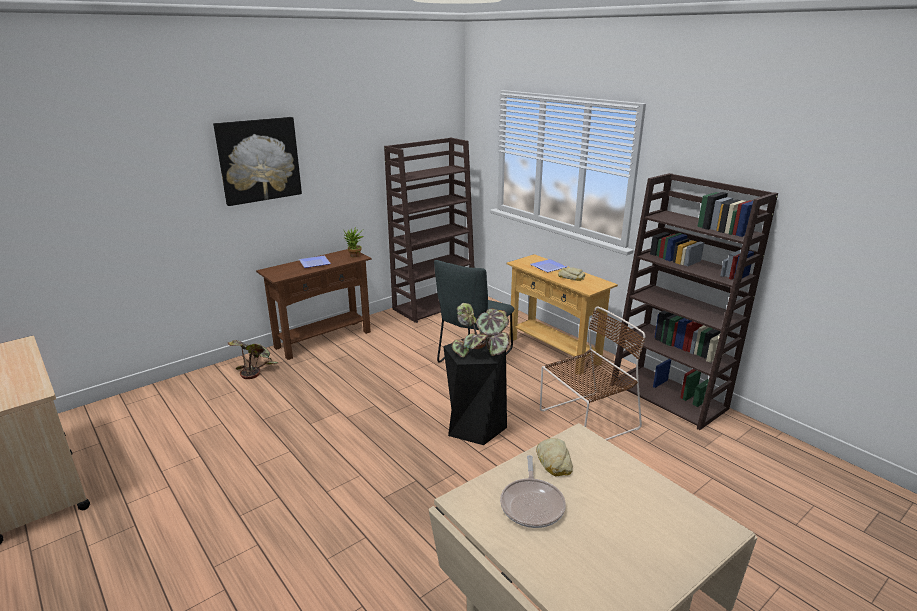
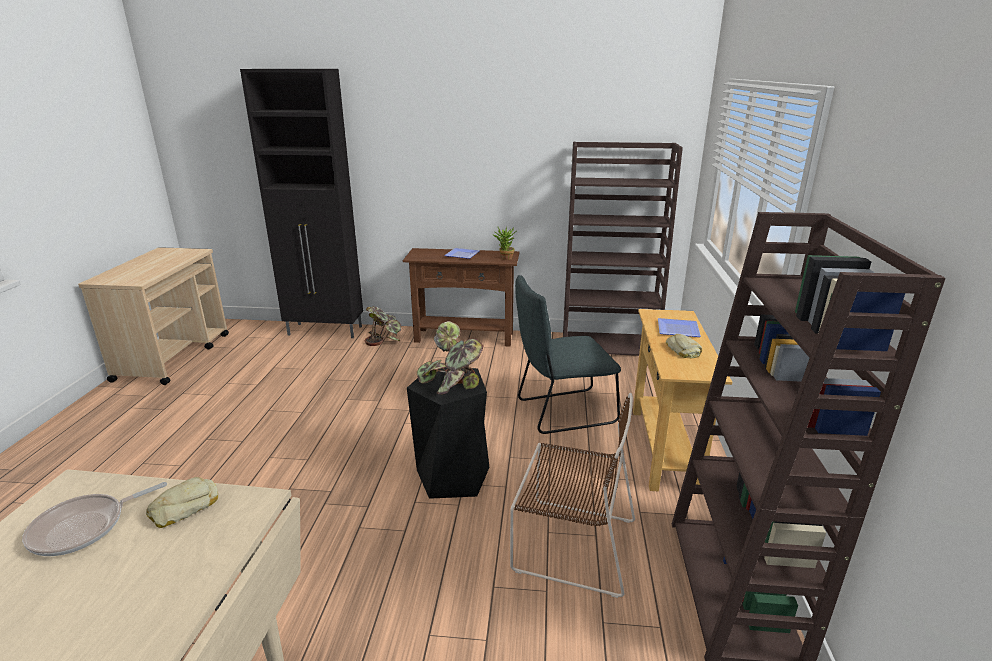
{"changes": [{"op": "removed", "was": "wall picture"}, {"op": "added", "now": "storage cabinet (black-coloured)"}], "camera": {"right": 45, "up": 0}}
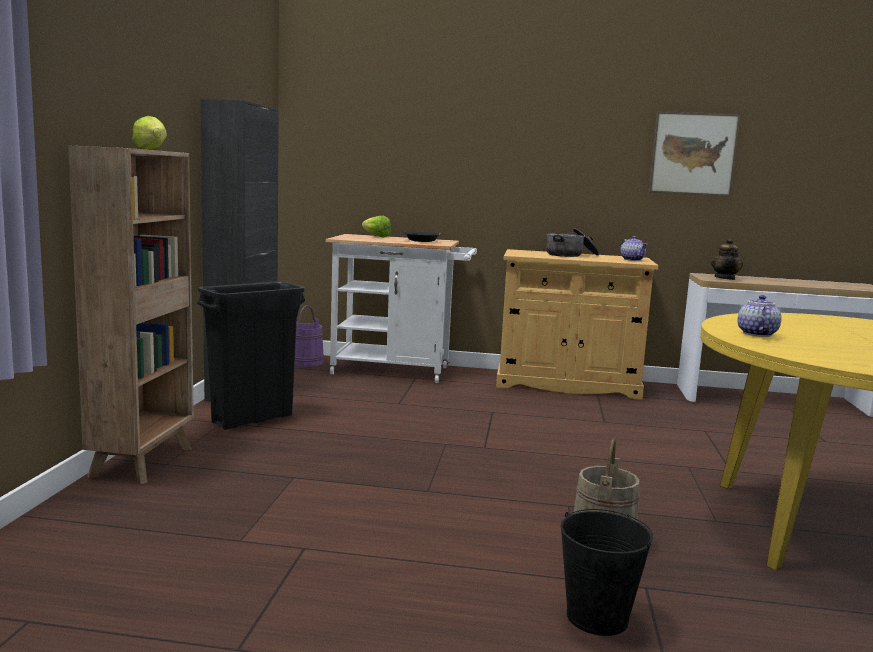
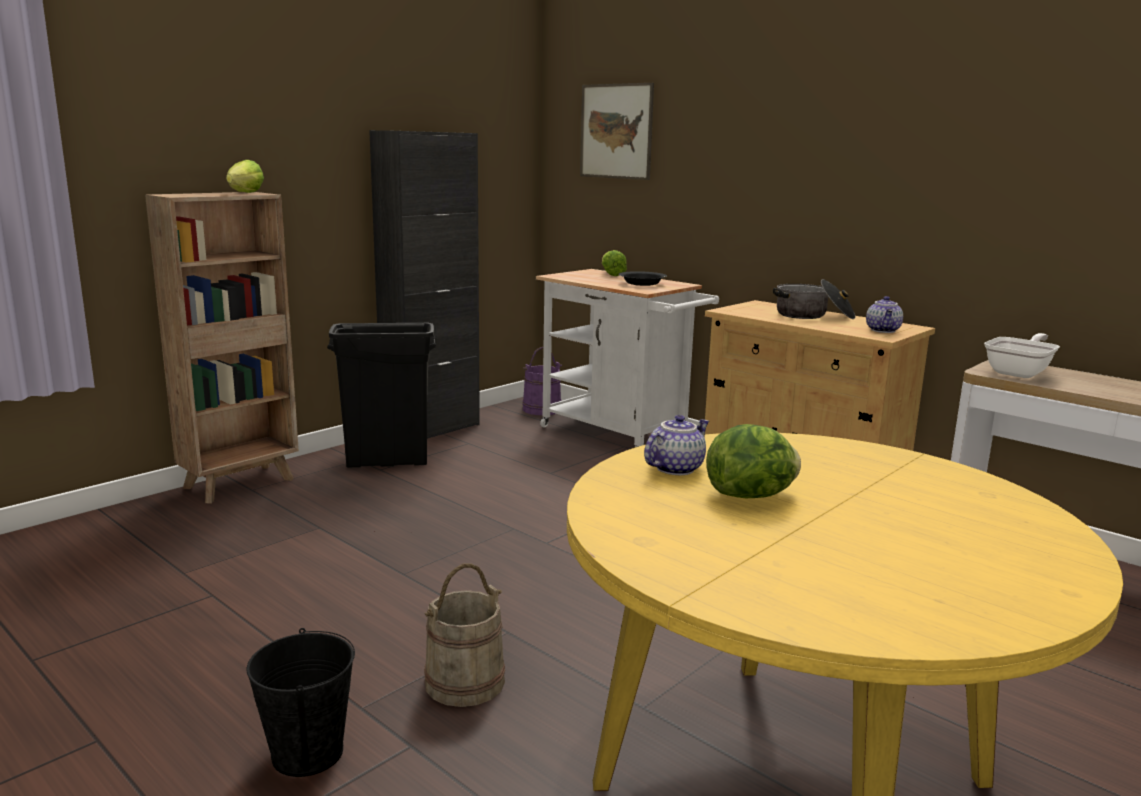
{"changes": [{"op": "moved", "was": "wall picture"}, {"op": "replaced", "was": "teapot (2nd from left)", "now": "skillet"}, {"op": "added", "now": "lettuce head (3rd from left)"}], "camera": {"right": 35, "up": 5}}
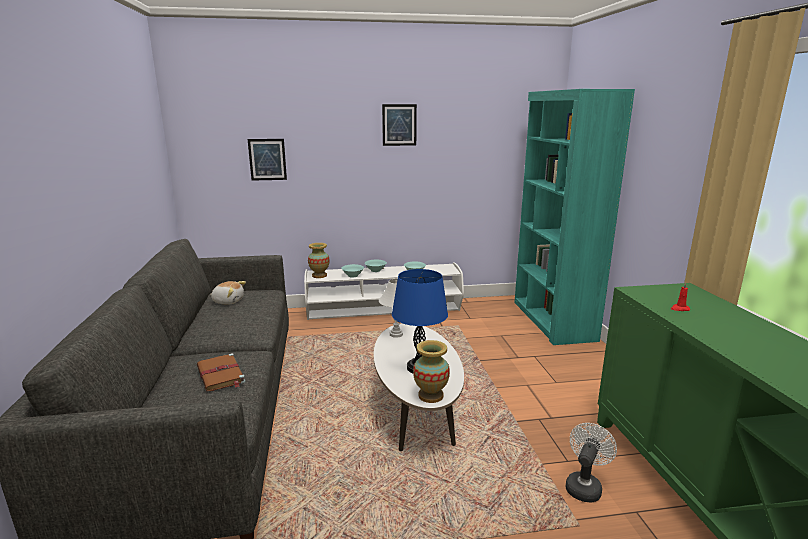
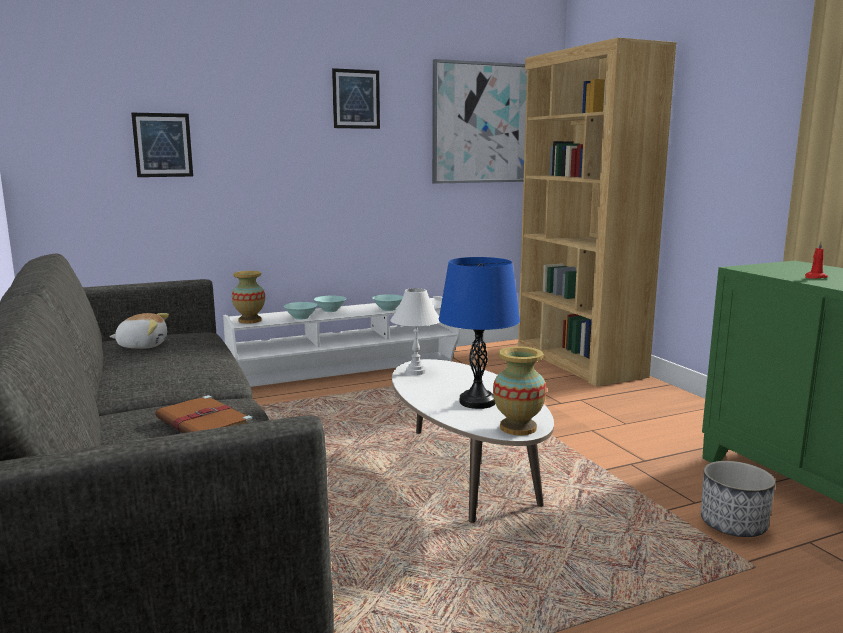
{"changes": [{"op": "recoloured", "was": "bookcase (turquoise-coloured)", "now": "bookcase (brown)"}, {"op": "replaced", "was": "electric fan (white)", "now": "planter"}, {"op": "added", "now": "wall picture (3rd from left)"}], "camera": {"right": -15, "up": -5}}
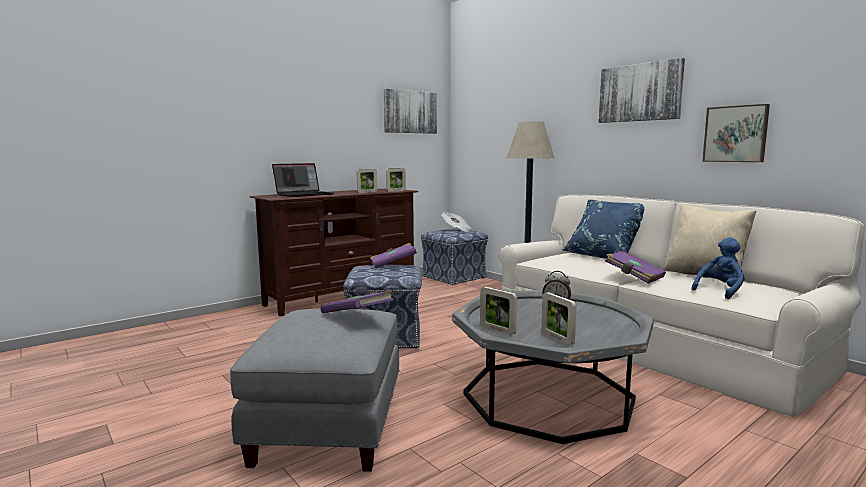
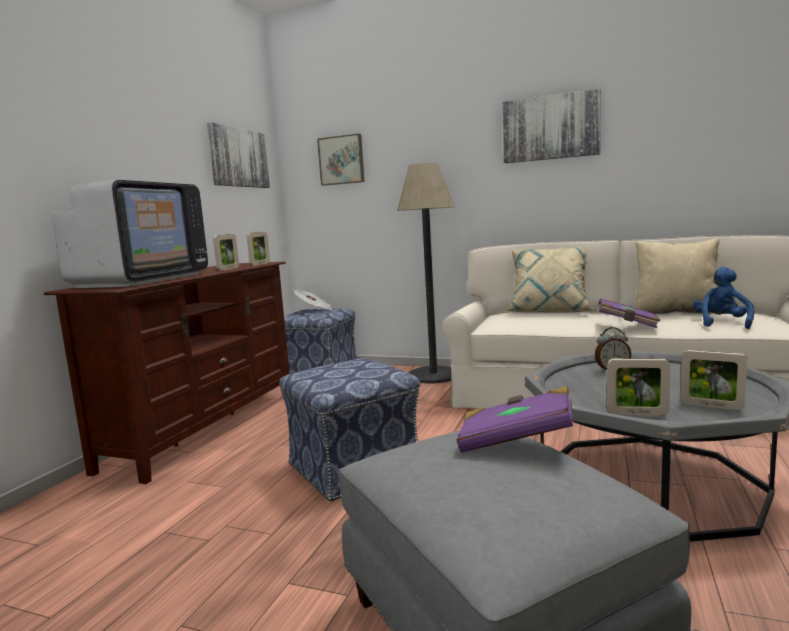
{"changes": [{"op": "replaced", "was": "notebook computer", "now": "TV set"}, {"op": "removed", "was": "bound book (purplish) (2nd from left)"}, {"op": "recoloured", "was": "cushion (blue-coloured)", "now": "cushion (beige-coloured) (1st from left)"}, {"op": "moved", "was": "wall picture (3rd from left in the first image)", "now": "wall picture (2nd from left)"}], "camera": {"right": -30, "up": 0}}
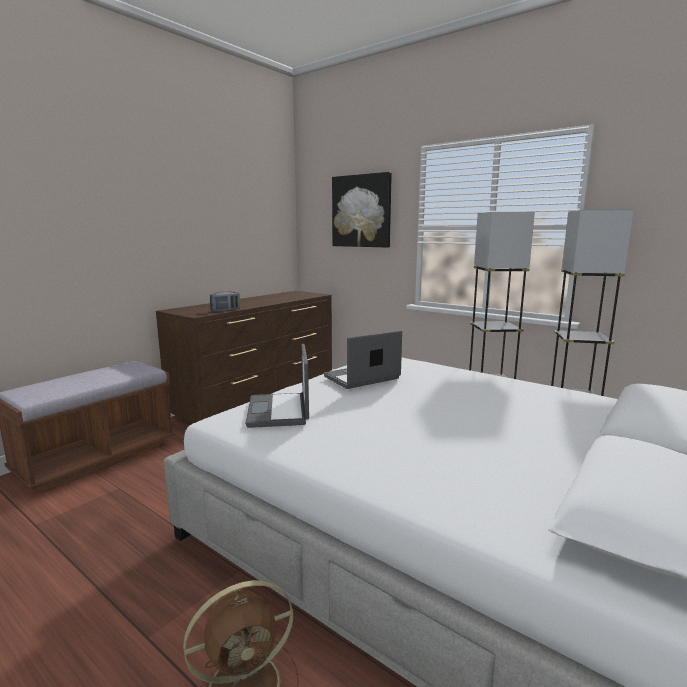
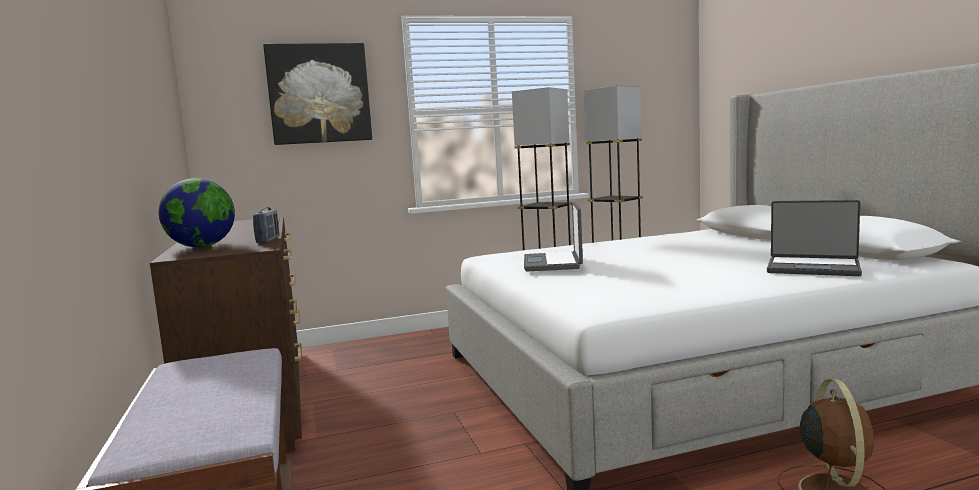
{"changes": [{"op": "moved", "was": "notebook computer (1st from left in the first image)", "now": "notebook computer (2nd from left)"}, {"op": "added", "now": "globe"}], "camera": {"right": -55, "up": -5}}
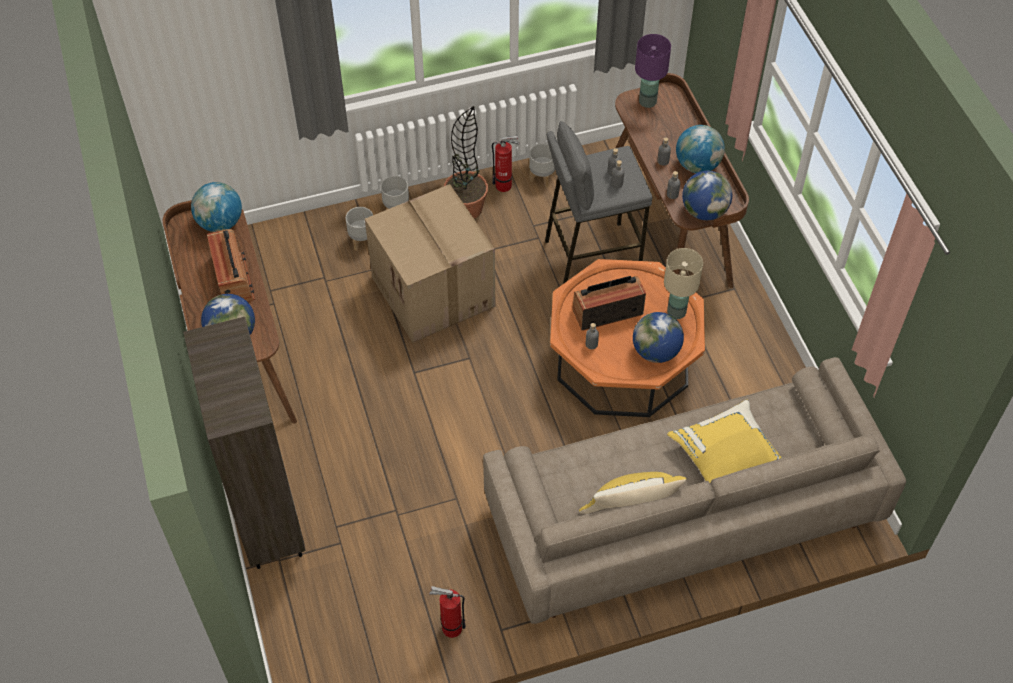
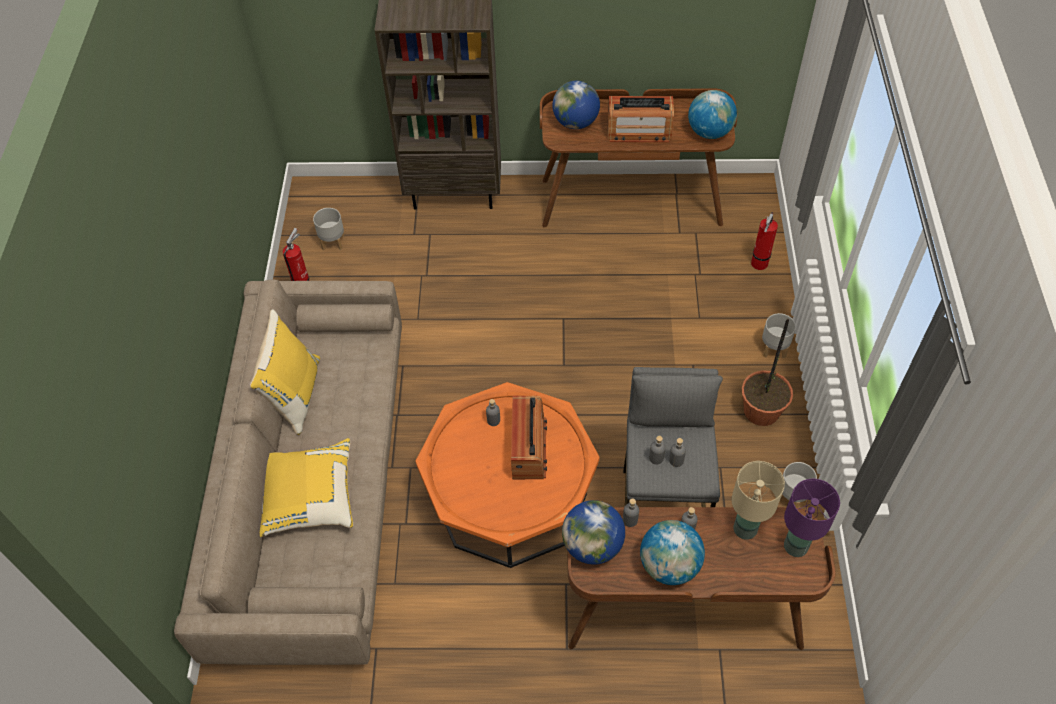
{"changes": [{"op": "moved", "was": "planter (grey) (1st from left)"}, {"op": "removed", "was": "carton"}, {"op": "moved", "was": "fire extinguisher (2nd from left)"}, {"op": "removed", "was": "globe (3rd from left)"}, {"op": "moved", "was": "table lamp (beige-coloured)"}], "camera": {"right": 110, "up": 0}}
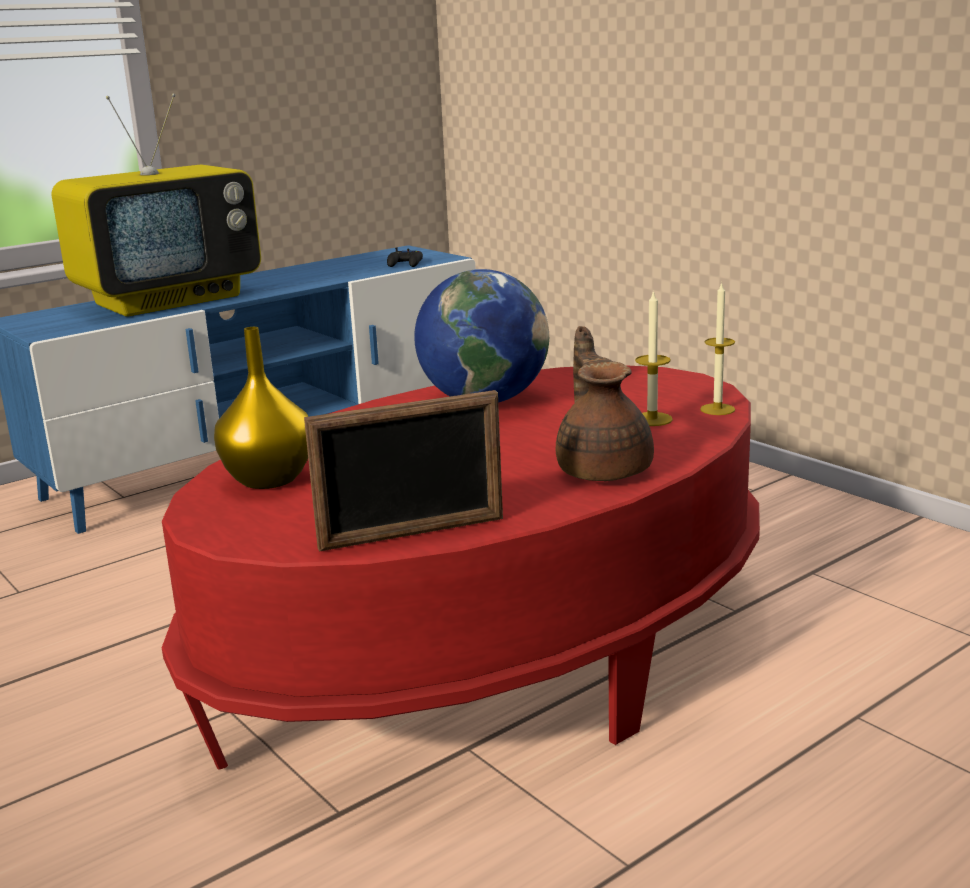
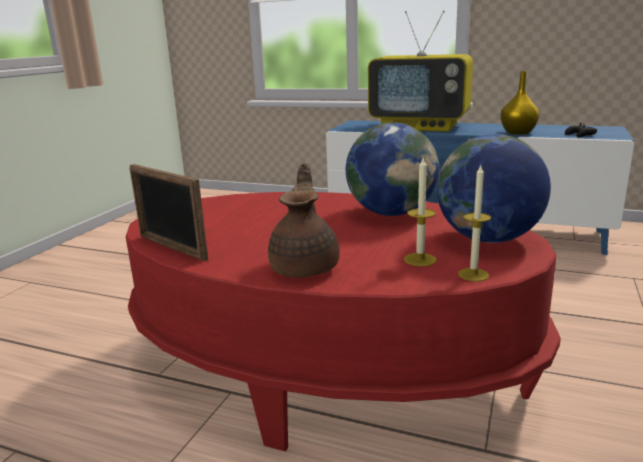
{"changes": [{"op": "moved", "was": "flower vase (yellow-coloured)"}, {"op": "turned", "was": "teapot (brown)", "clockwise": -45}, {"op": "added", "now": "globe (2nd from left)"}], "camera": {"right": 60, "up": 0}}
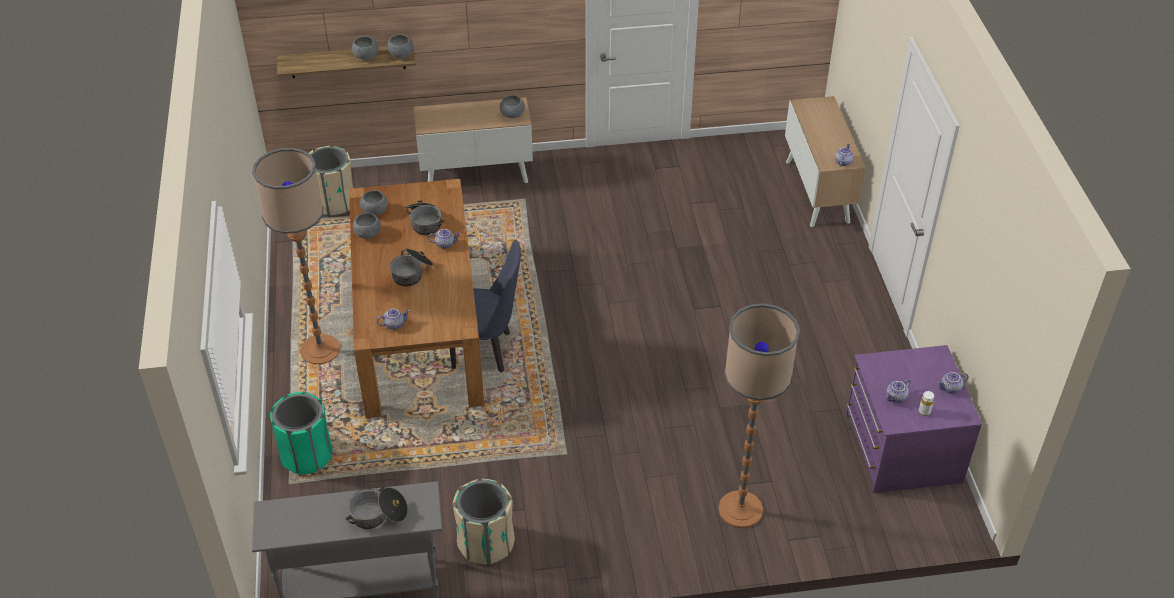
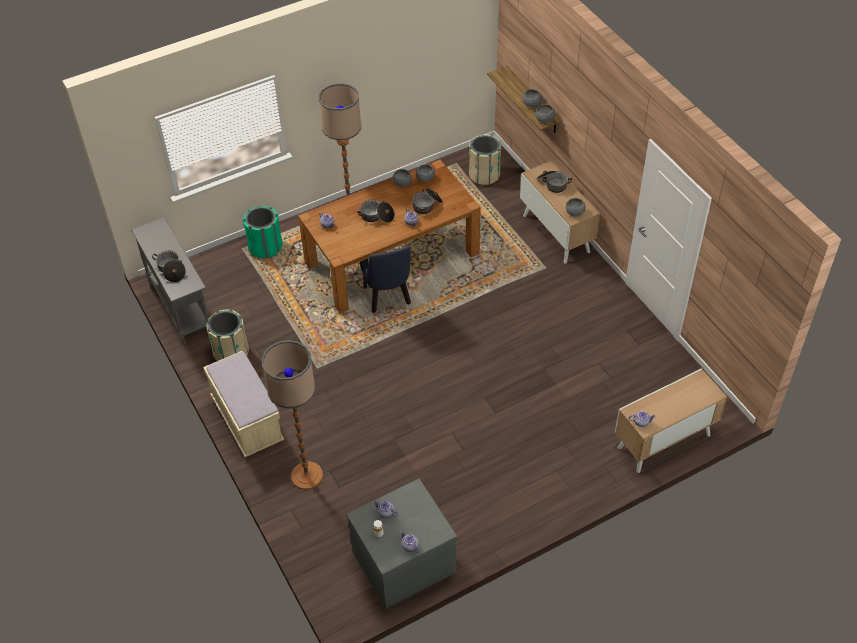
{"changes": [{"op": "recoloured", "was": "chest of drawers (purplish)", "now": "chest of drawers (grey)"}, {"op": "added", "now": "long seat (beige-coloured)"}, {"op": "added", "now": "saucepot (4th from left)"}], "camera": {"right": 70, "up": 5}}
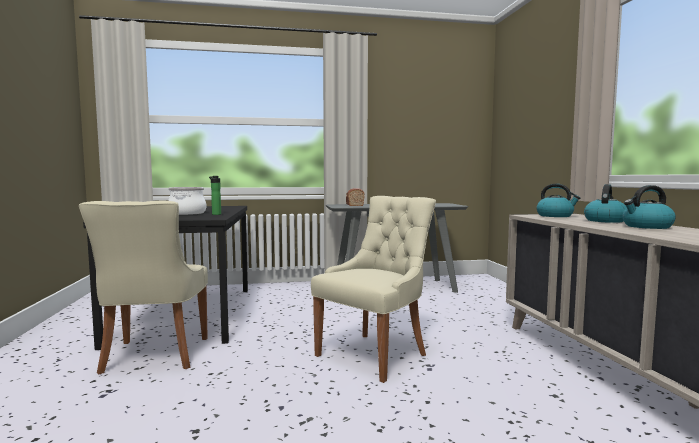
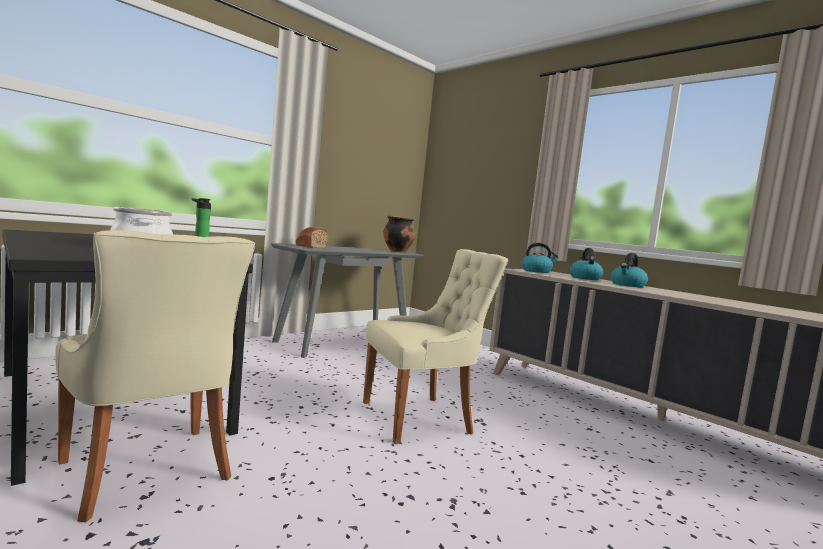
{"changes": [{"op": "turned", "was": "upright chair (beige-coloured) (2nd from left)", "clockwise": 60}, {"op": "added", "now": "saucepot (2nd from left)"}], "camera": {"right": -35, "up": 0}}
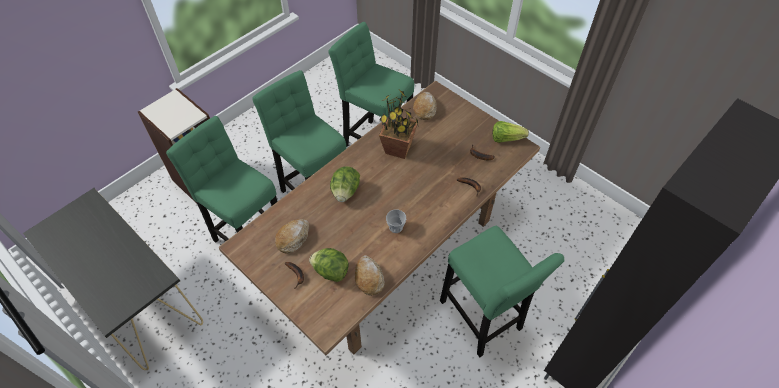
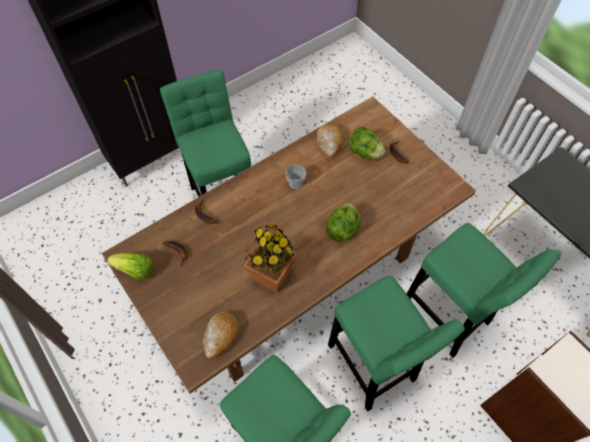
{"changes": [{"op": "removed", "was": "bread (1st from left)"}], "camera": {"right": -170, "up": 5}}
